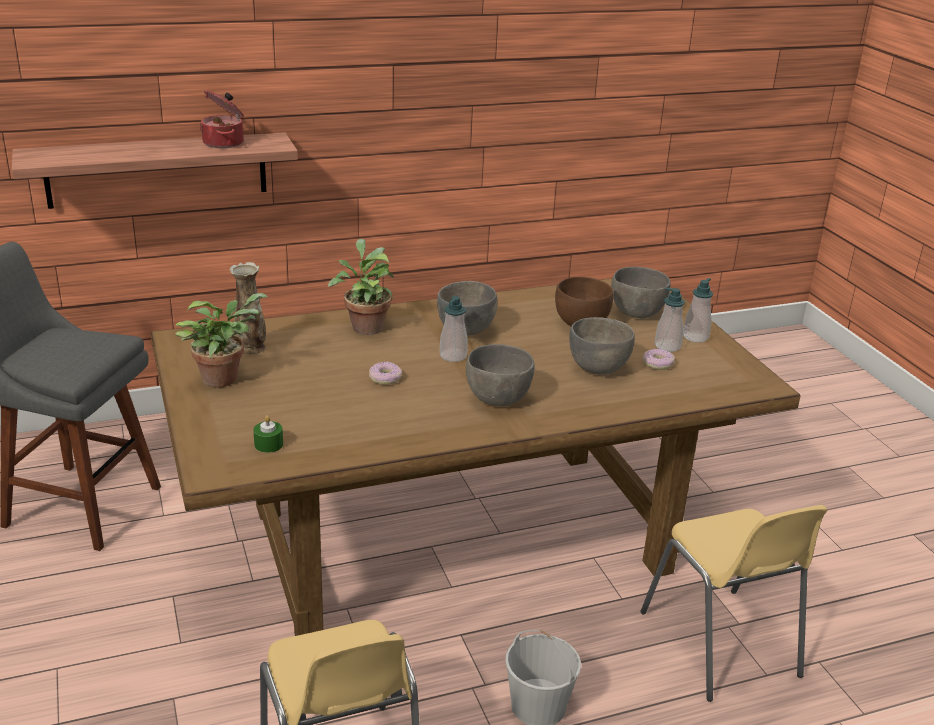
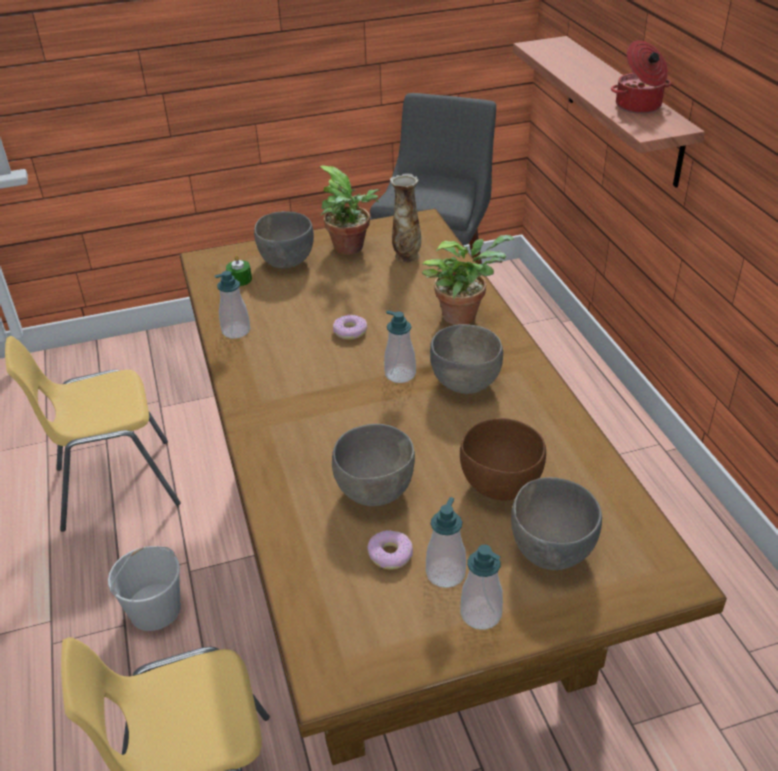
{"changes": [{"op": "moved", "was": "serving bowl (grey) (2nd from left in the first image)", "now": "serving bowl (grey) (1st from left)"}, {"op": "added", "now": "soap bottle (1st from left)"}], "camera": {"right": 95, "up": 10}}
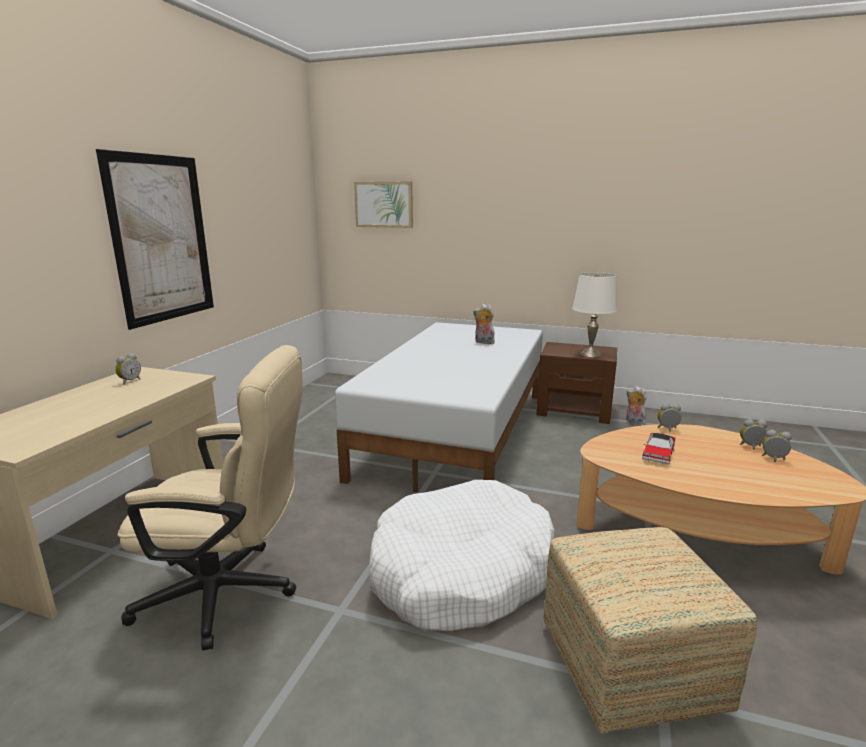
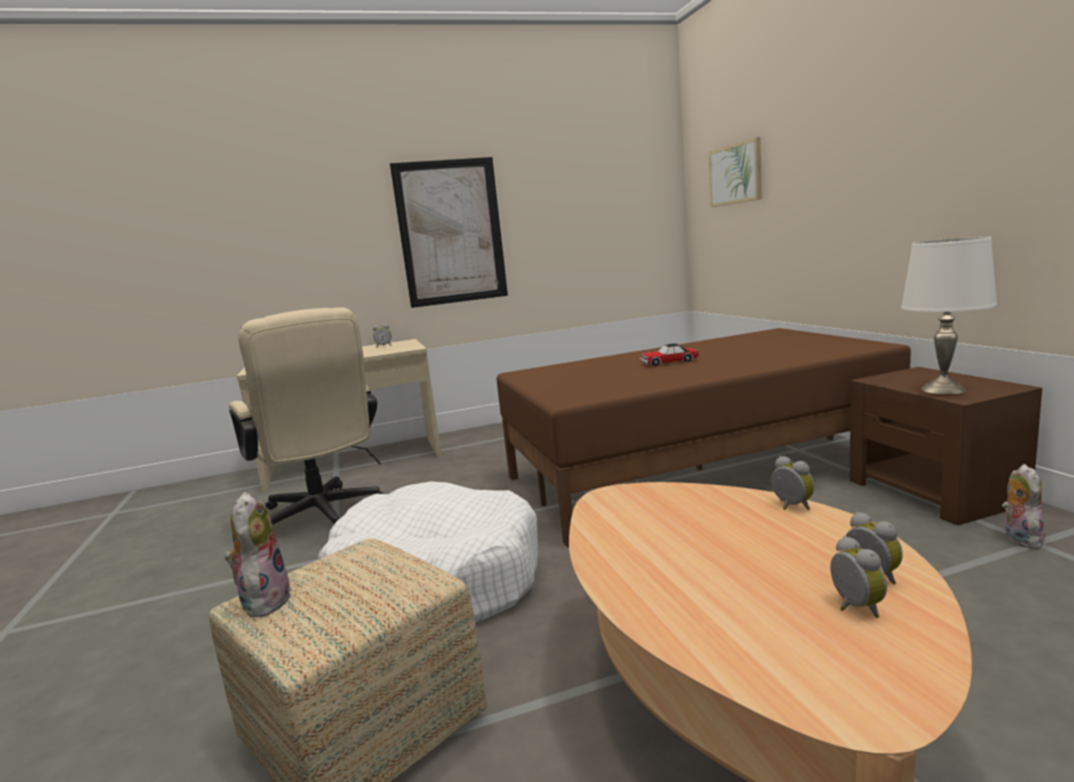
{"changes": [{"op": "recoloured", "was": "bed (white)", "now": "bed (brown)"}, {"op": "moved", "was": "plush toy (1st from left)"}, {"op": "moved", "was": "toy car"}], "camera": {"right": 55, "up": -5}}
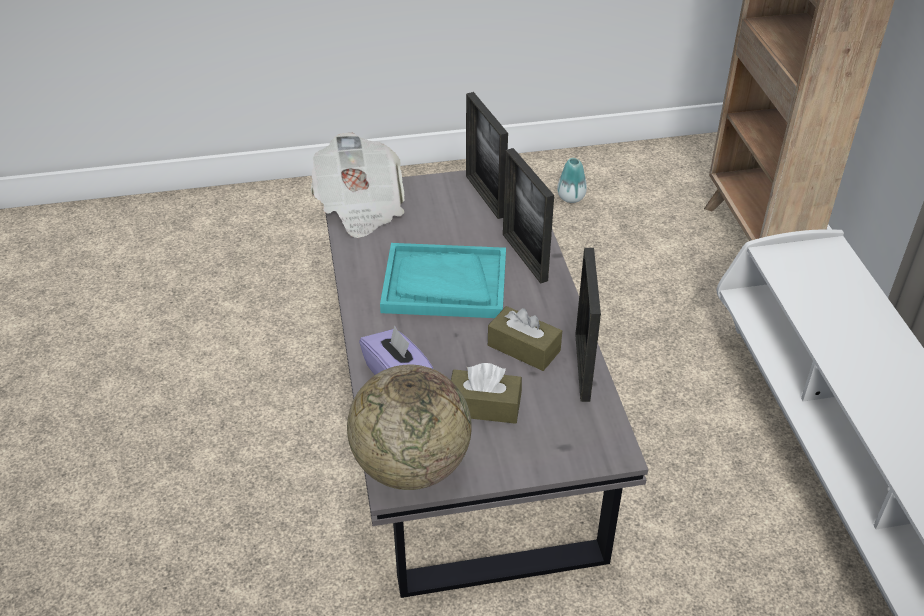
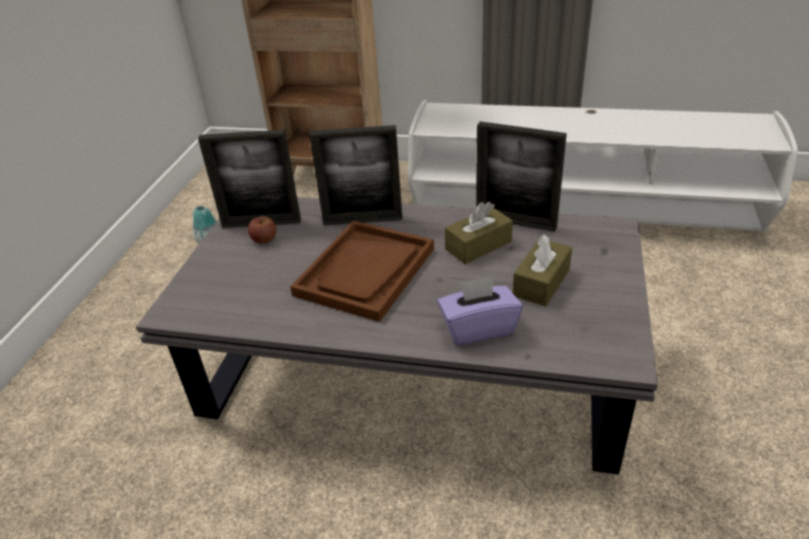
{"changes": [{"op": "removed", "was": "daily paper"}, {"op": "removed", "was": "globe"}, {"op": "recoloured", "was": "carrying tray (turquoise-coloured)", "now": "carrying tray (brown)"}, {"op": "added", "now": "apple fruit"}], "camera": {"right": -65, "up": -5}}
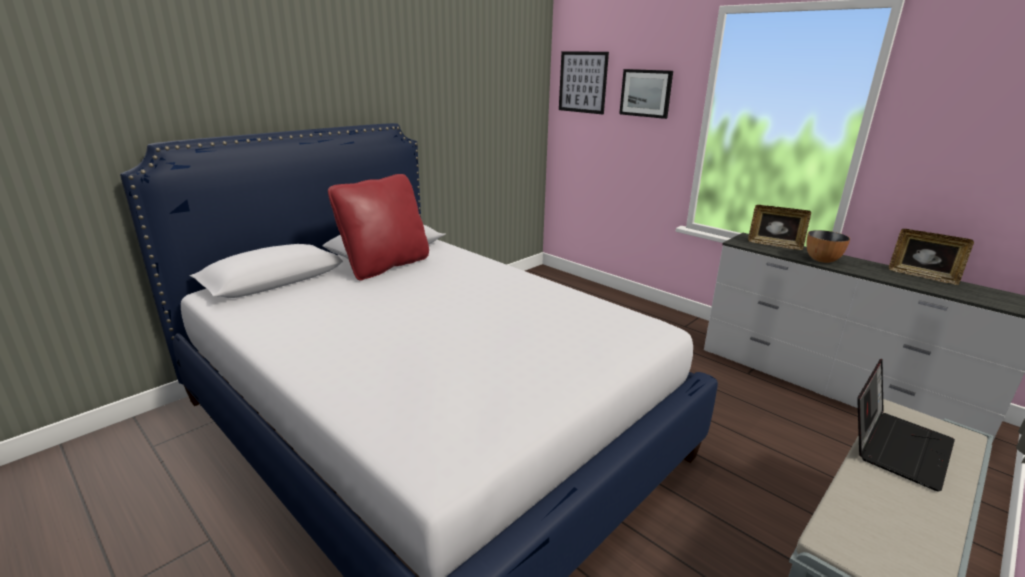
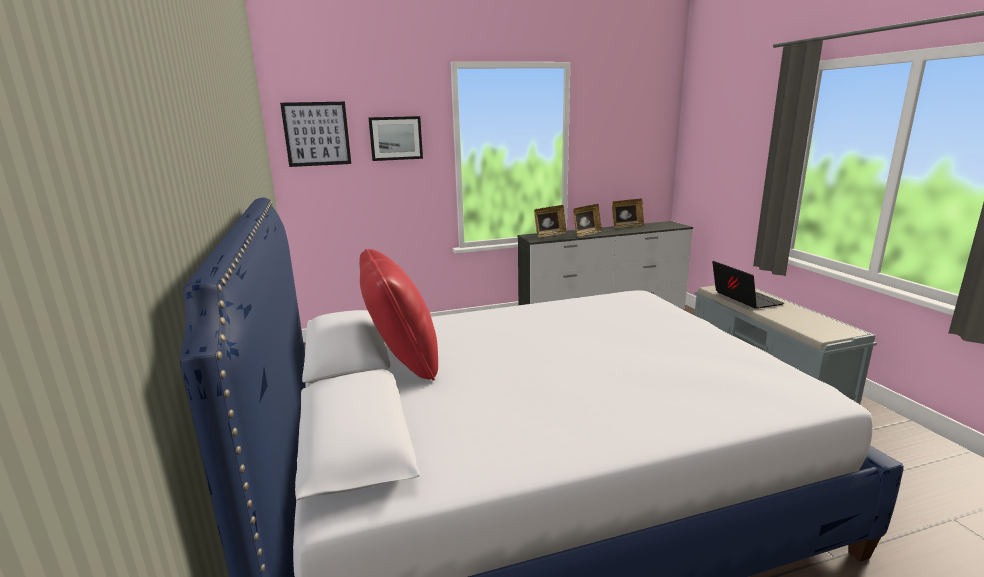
{"changes": [{"op": "replaced", "was": "serving bowl", "now": "photo frame (2nd from left)"}], "camera": {"right": -60, "up": -5}}
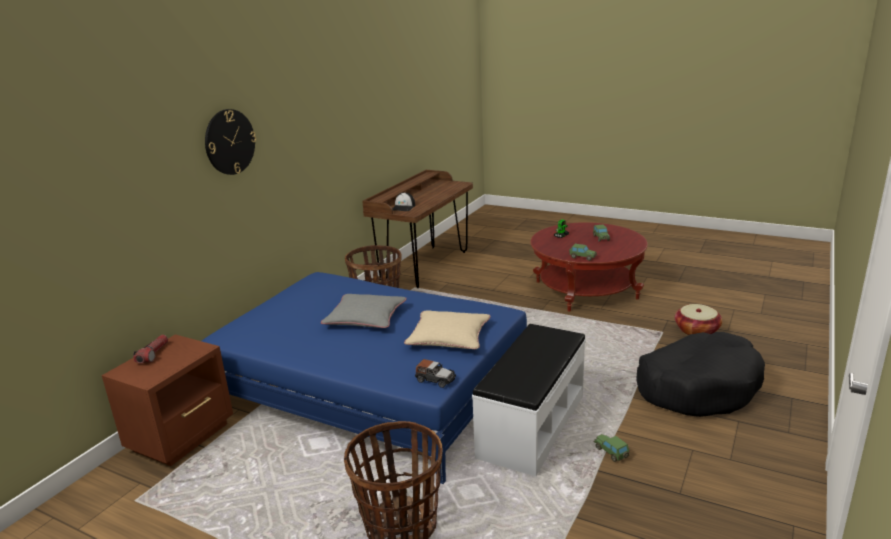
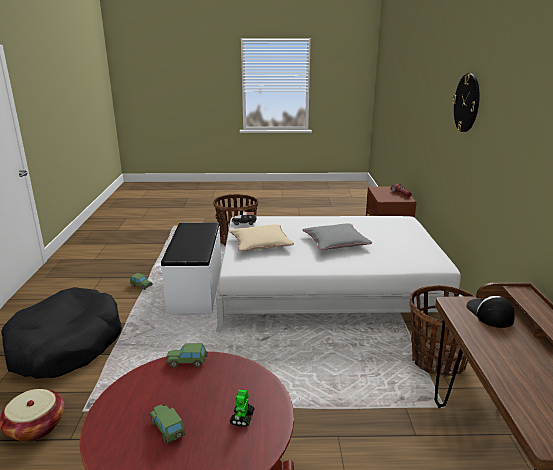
{"changes": [{"op": "recoloured", "was": "bed (blue-coloured)", "now": "bed (white)"}], "camera": {"right": 150, "up": 0}}
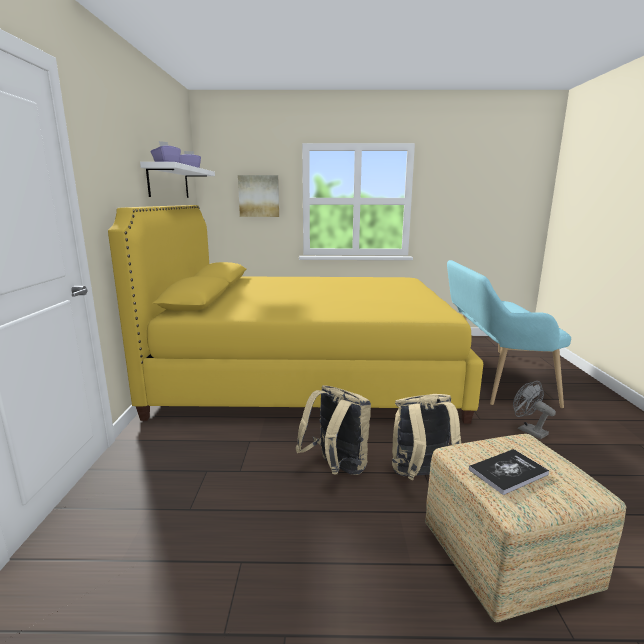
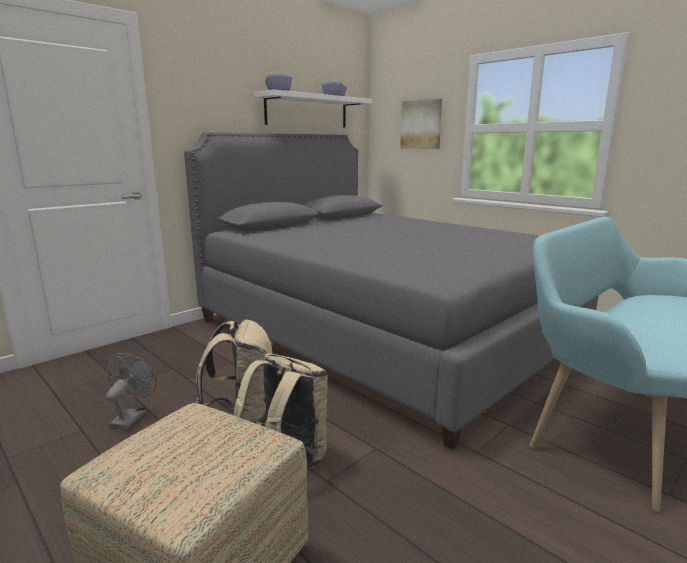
{"changes": [{"op": "recoloured", "was": "bed (yellow-coloured)", "now": "bed (grey)"}, {"op": "removed", "was": "bound book"}, {"op": "moved", "was": "electric fan (grey)"}], "camera": {"right": 45, "up": 0}}
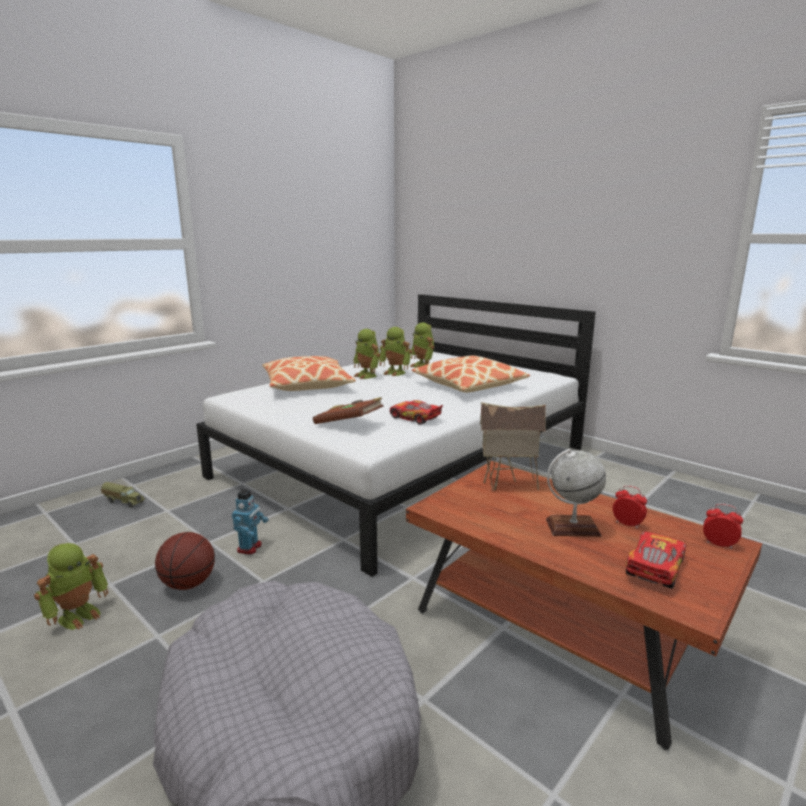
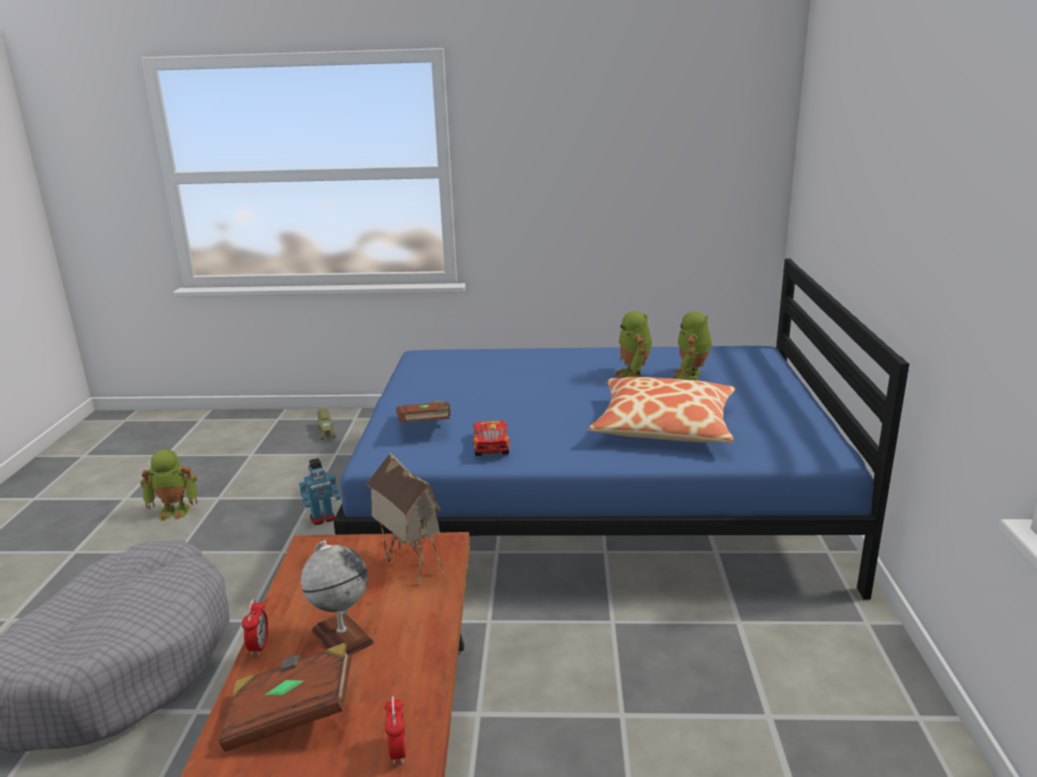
{"changes": [{"op": "removed", "was": "ball for basketball"}, {"op": "recoloured", "was": "bed (white)", "now": "bed (blue-coloured)"}, {"op": "removed", "was": "cushion (1st from left)"}, {"op": "removed", "was": "toy robot (3rd from left)"}, {"op": "moved", "was": "bedside clock (1st from left)"}, {"op": "replaced", "was": "toy car (2nd from left)", "now": "bound book (brown) (1st from left)"}], "camera": {"right": 50, "up": 5}}
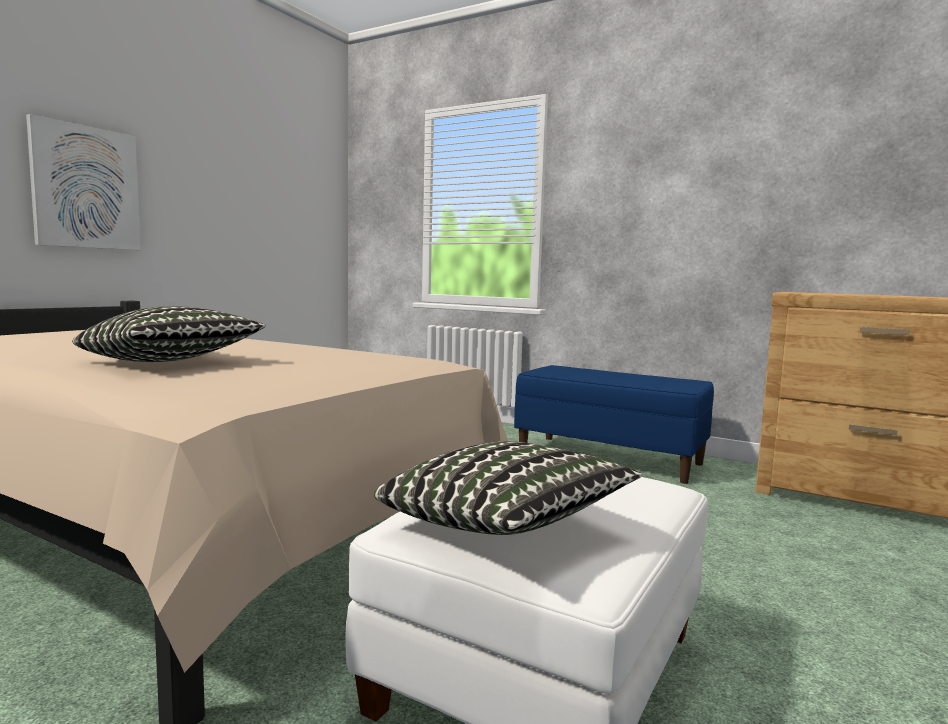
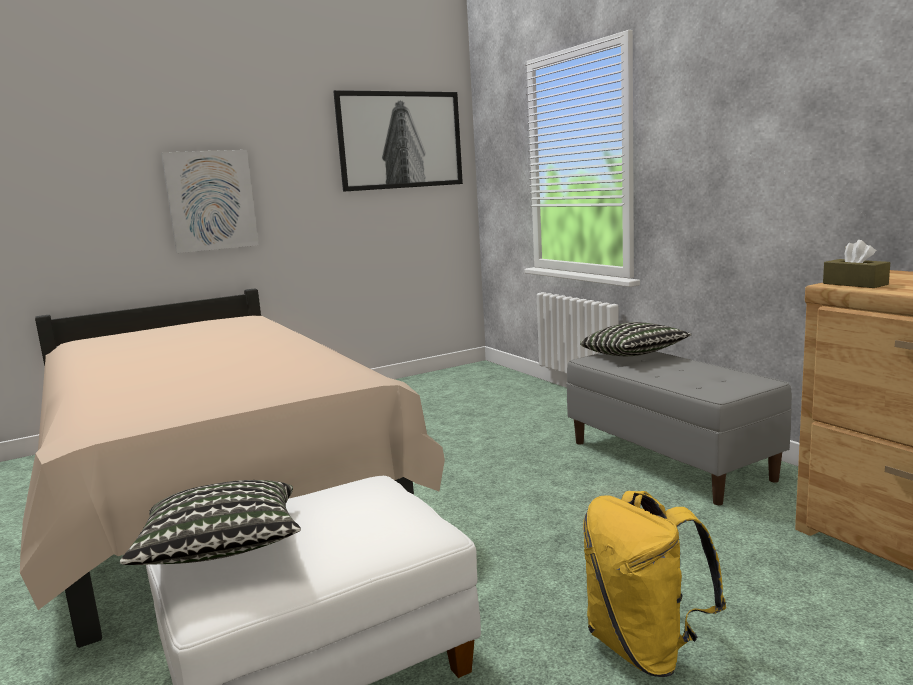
{"changes": [{"op": "moved", "was": "cushion (1st from left in the first image)", "now": "cushion (2nd from left)"}, {"op": "recoloured", "was": "long seat (blue-coloured)", "now": "long seat (grey)"}, {"op": "added", "now": "wall picture (2nd from left)"}, {"op": "added", "now": "knapsack (yellow-coloured)"}, {"op": "added", "now": "tissue box (brown)"}], "camera": {"right": 30, "up": 5}}
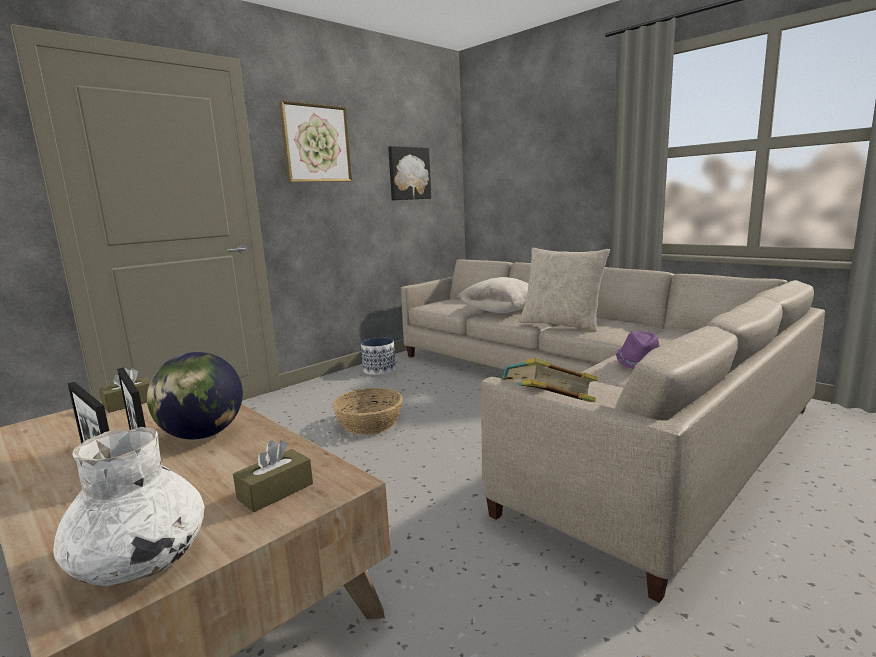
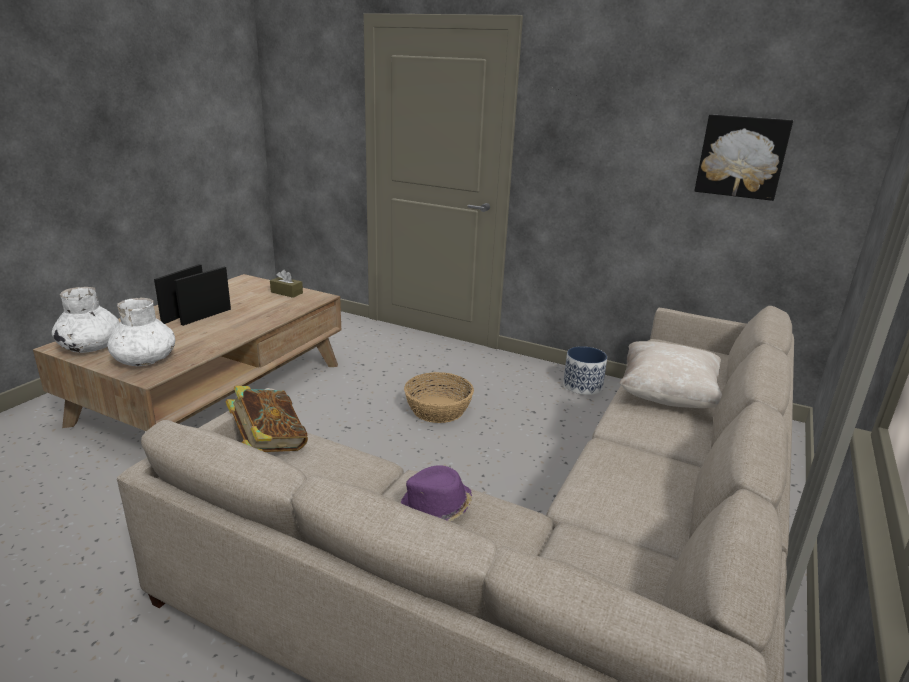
{"changes": [{"op": "removed", "was": "globe"}, {"op": "replaced", "was": "tissue box (brown) (2nd from left)", "now": "flower vase (white) (2nd from left)"}, {"op": "removed", "was": "wall picture (1st from left)"}, {"op": "removed", "was": "cushion (beige-coloured) (2nd from left)"}], "camera": {"right": 70, "up": 10}}
